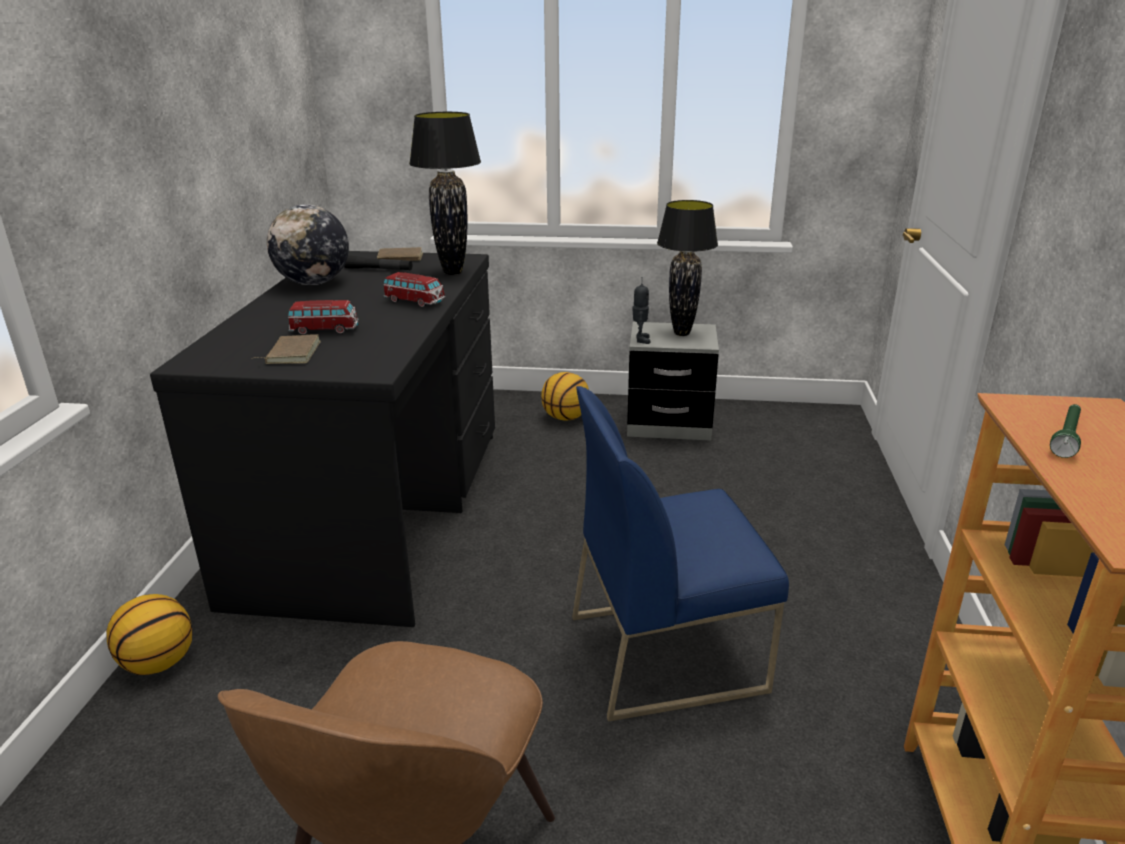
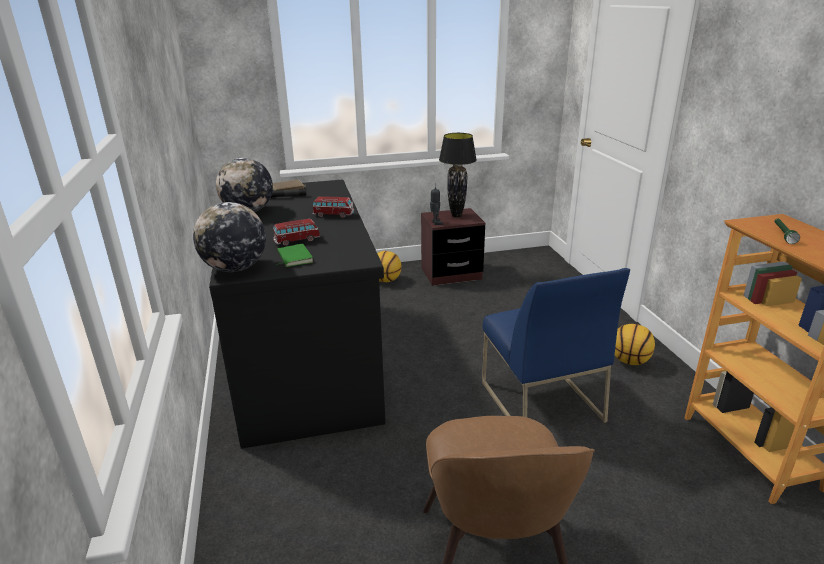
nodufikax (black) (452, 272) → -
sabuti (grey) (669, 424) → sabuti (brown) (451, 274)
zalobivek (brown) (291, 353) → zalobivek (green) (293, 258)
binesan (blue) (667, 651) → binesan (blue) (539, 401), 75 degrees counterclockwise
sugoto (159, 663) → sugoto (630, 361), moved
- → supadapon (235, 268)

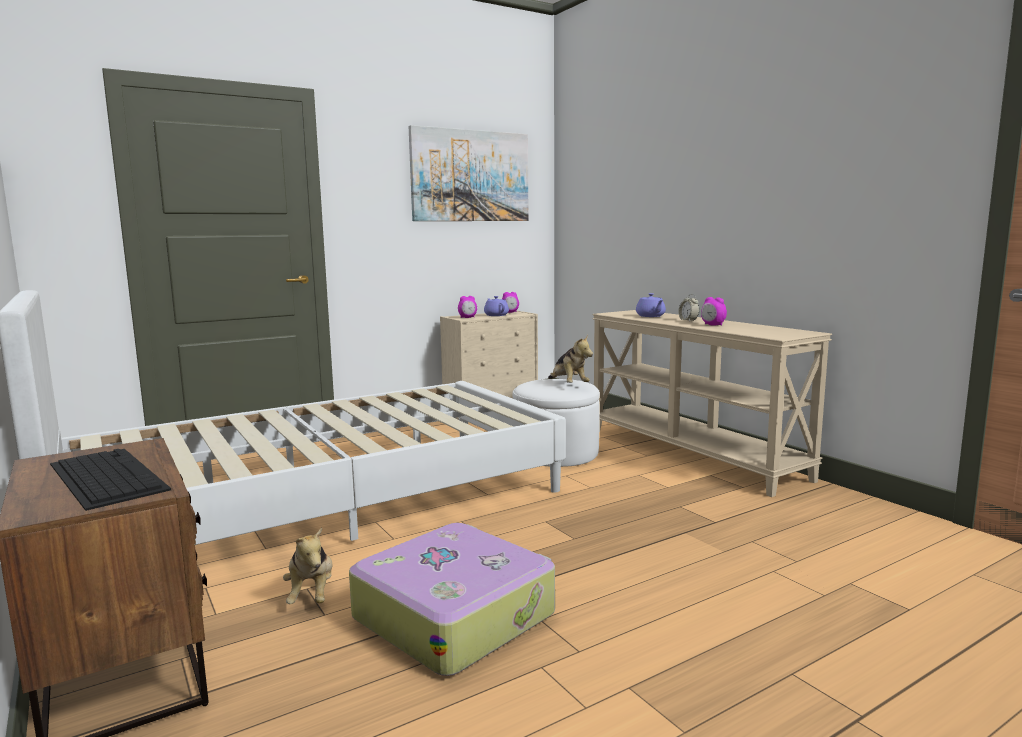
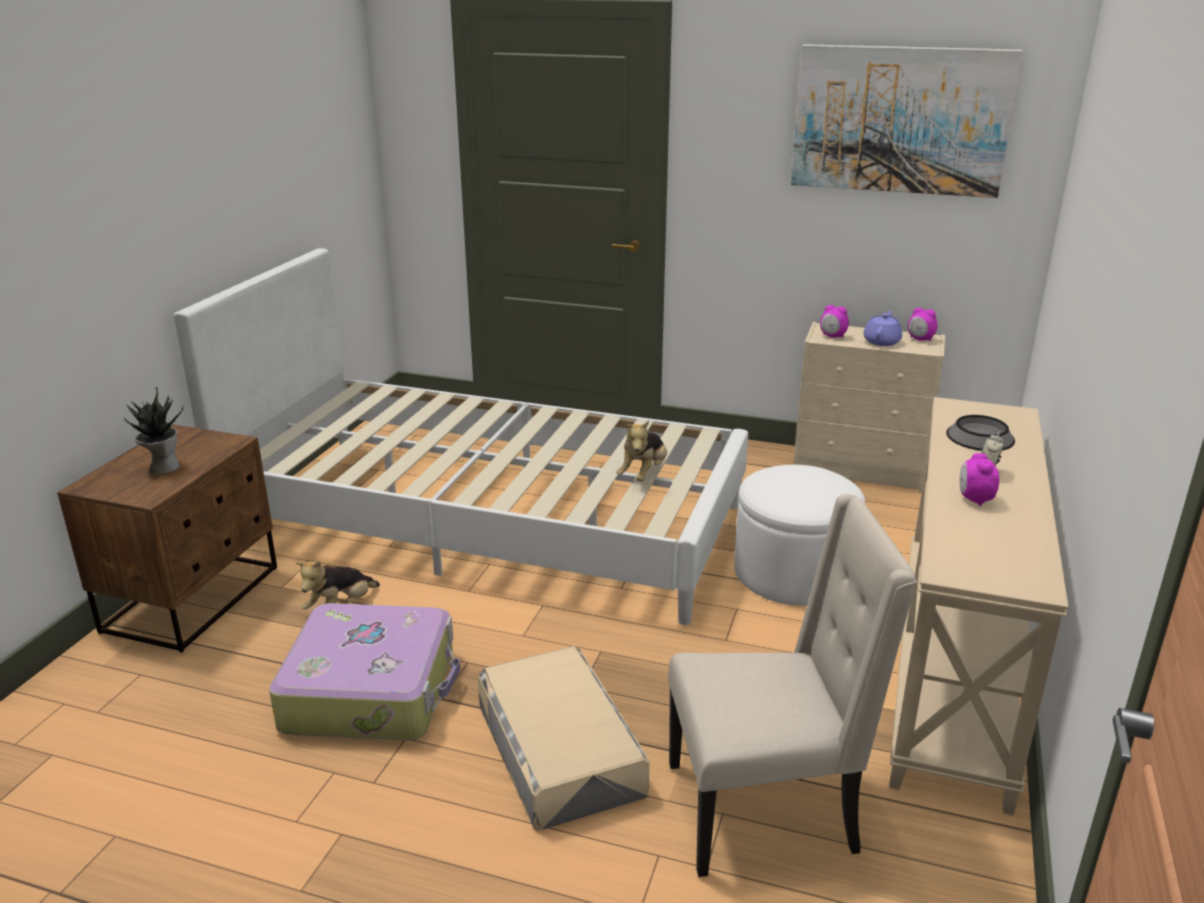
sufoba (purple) (650, 316) → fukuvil (980, 437)
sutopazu (568, 385) → sutopazu (643, 474), moved
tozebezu (106, 476) → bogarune (163, 467)
- → binesan (beige) (765, 809)
- → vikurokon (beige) (560, 749)

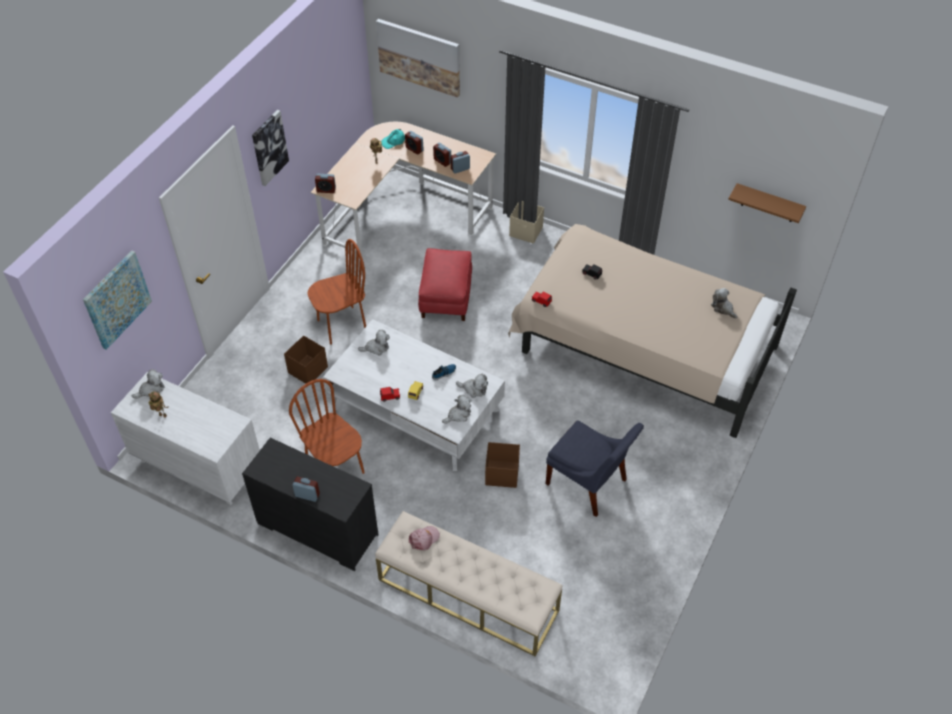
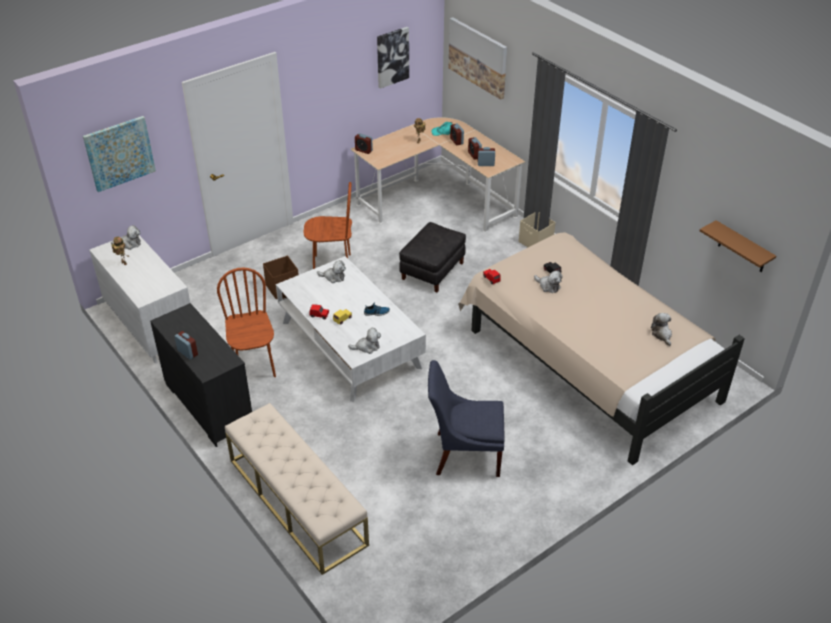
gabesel (269, 147) → gabesel (392, 57), moved
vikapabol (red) (445, 297) → vikapabol (black) (432, 270)
sutopazu (474, 389) → sutopazu (548, 286), moved
binesan (blue) (588, 484) → binesan (blue) (464, 454), 120 degrees clockwise
vikurokon (brown) (501, 474) → -
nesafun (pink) (424, 539) → -

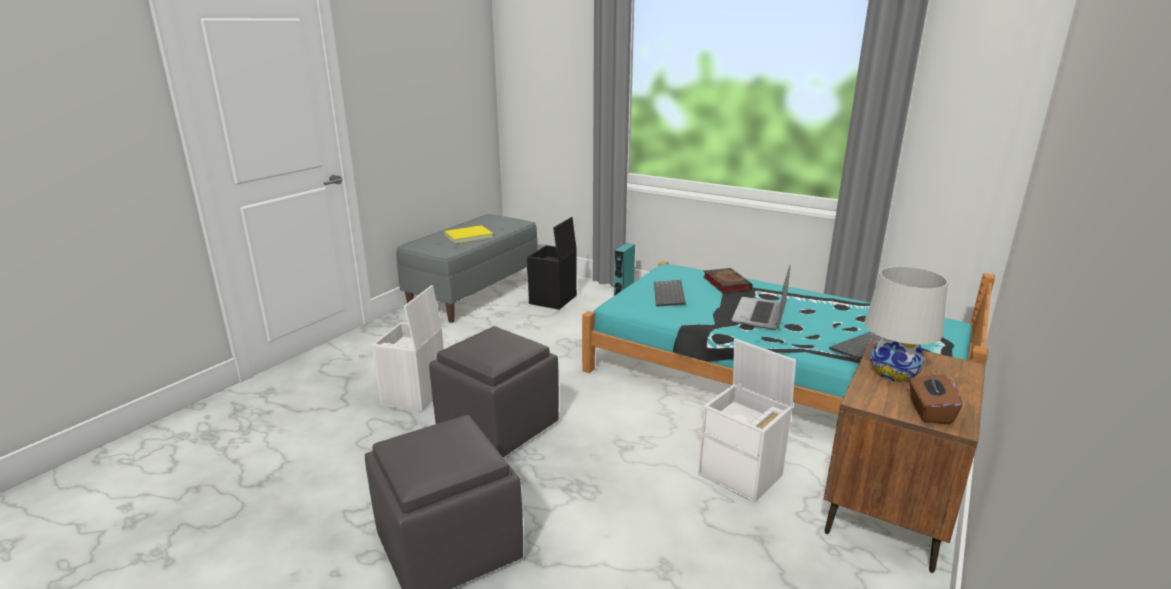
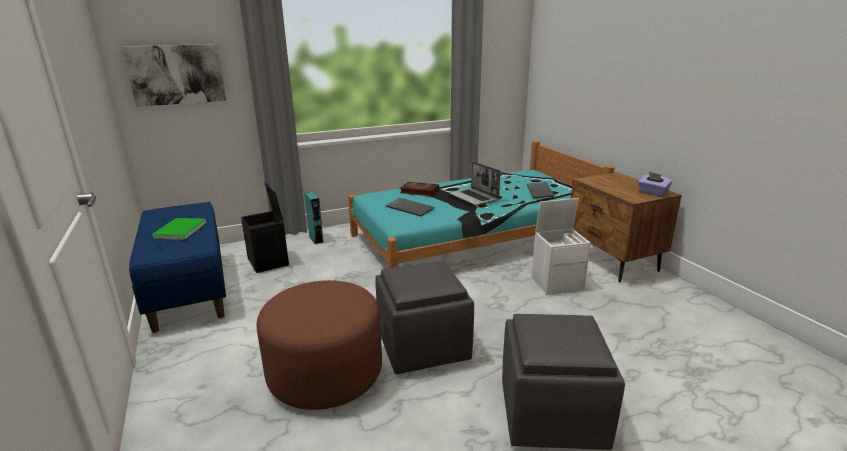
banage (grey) (474, 293) → banage (blue) (188, 289)
zalobivek (yellow) (467, 235) → zalobivek (green) (178, 231)
nodufikax (white) (893, 372) → -
vikurokon (white) (415, 395) → vikapabol (brown) (325, 373)
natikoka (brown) (929, 411) → natikoka (purple) (652, 193)
- → gabesel (177, 74)

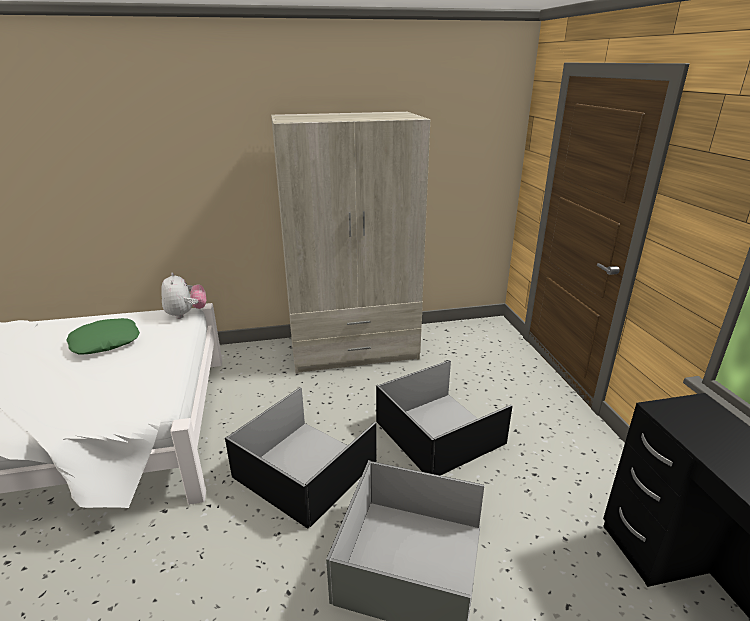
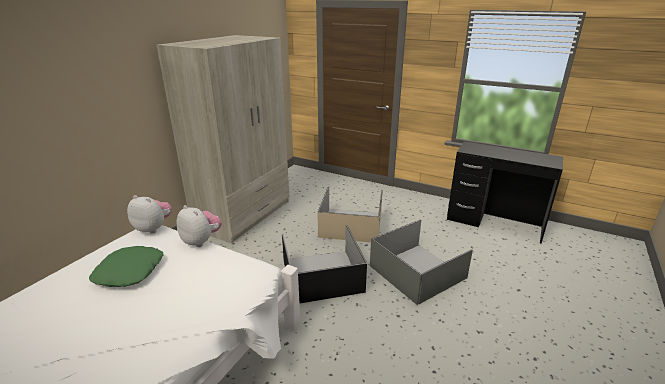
vikurokon (black) (440, 433) → vikurokon (beige) (352, 225)
- → sutopazu (201, 241)

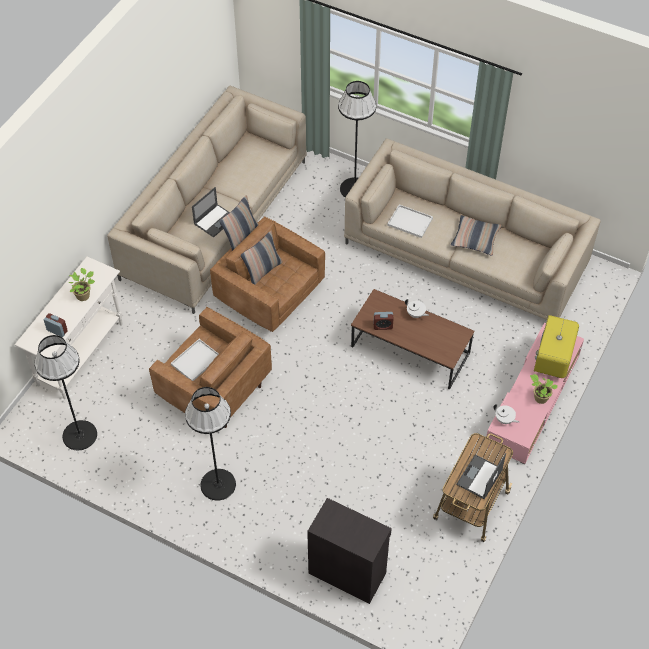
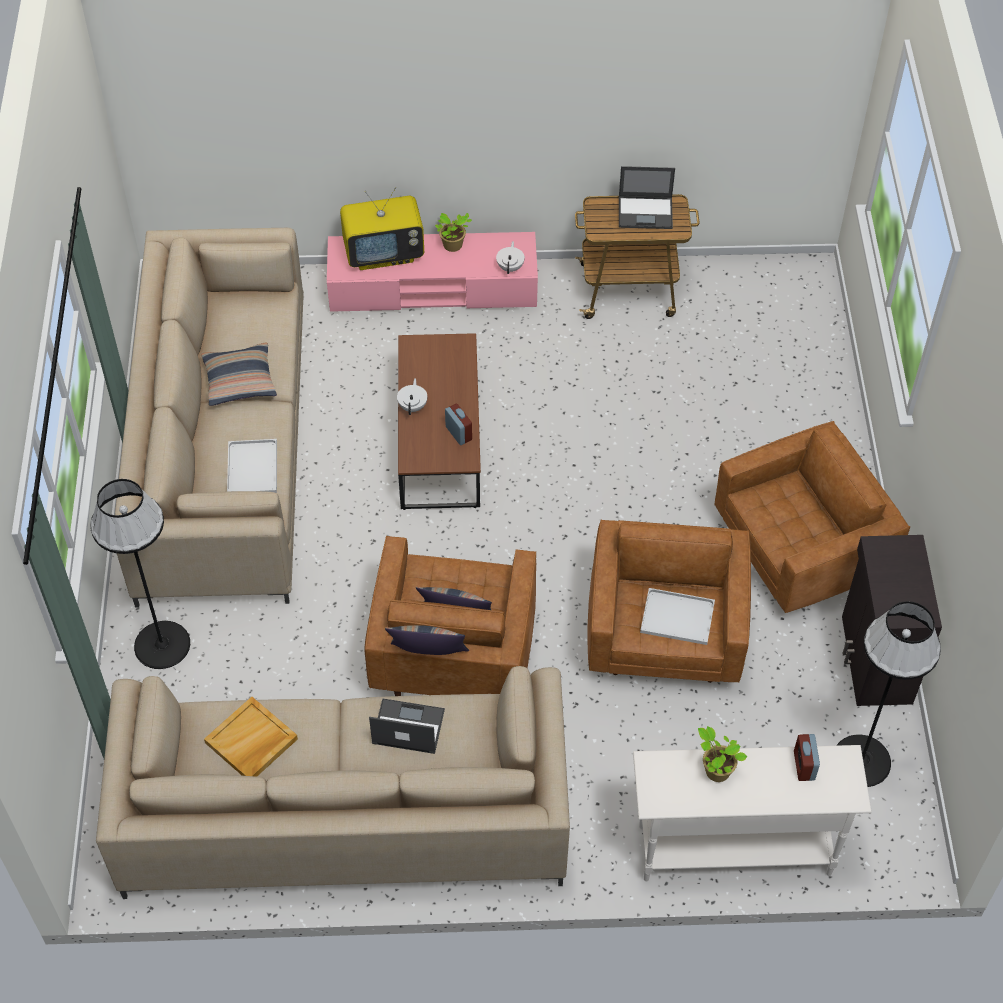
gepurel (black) (218, 484) → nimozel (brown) (801, 551)
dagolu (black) (347, 572) → dagolu (black) (875, 660), moved
- → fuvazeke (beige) (251, 742)

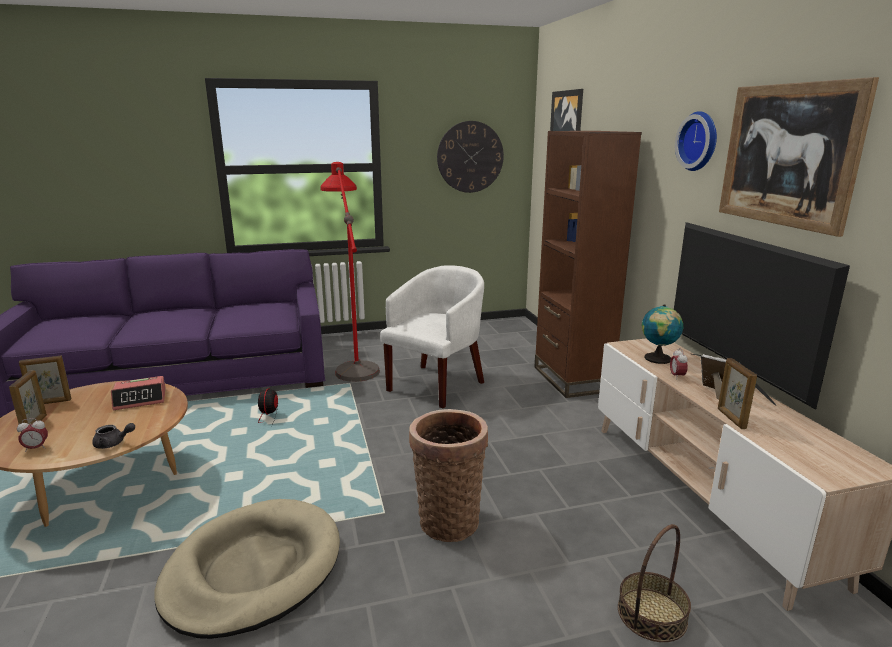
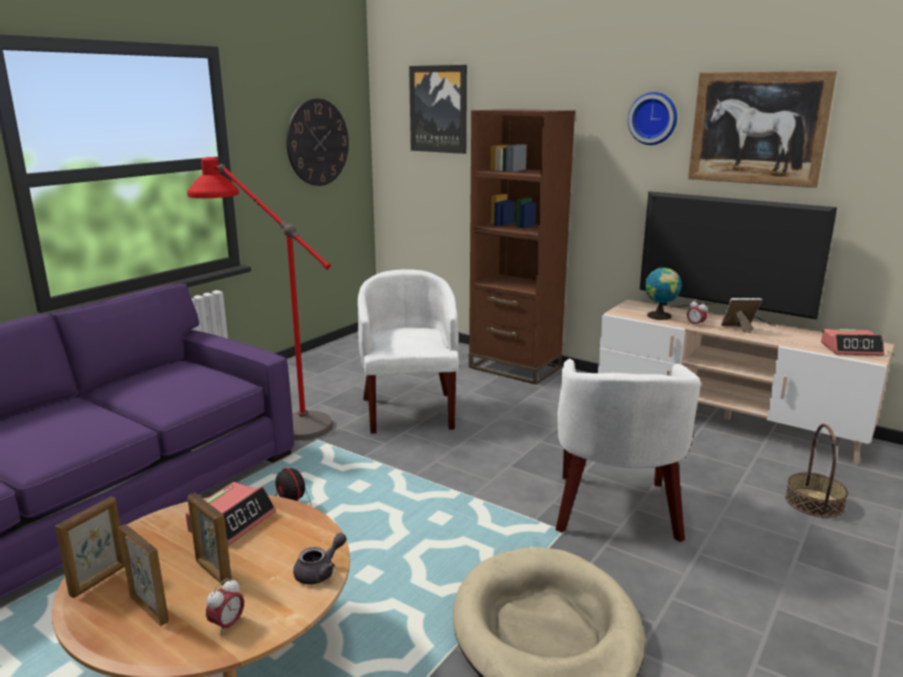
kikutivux (731, 418) → kikutivux (213, 572), moved
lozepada (448, 519) → nimozel (white) (615, 510)
- → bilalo (851, 349)

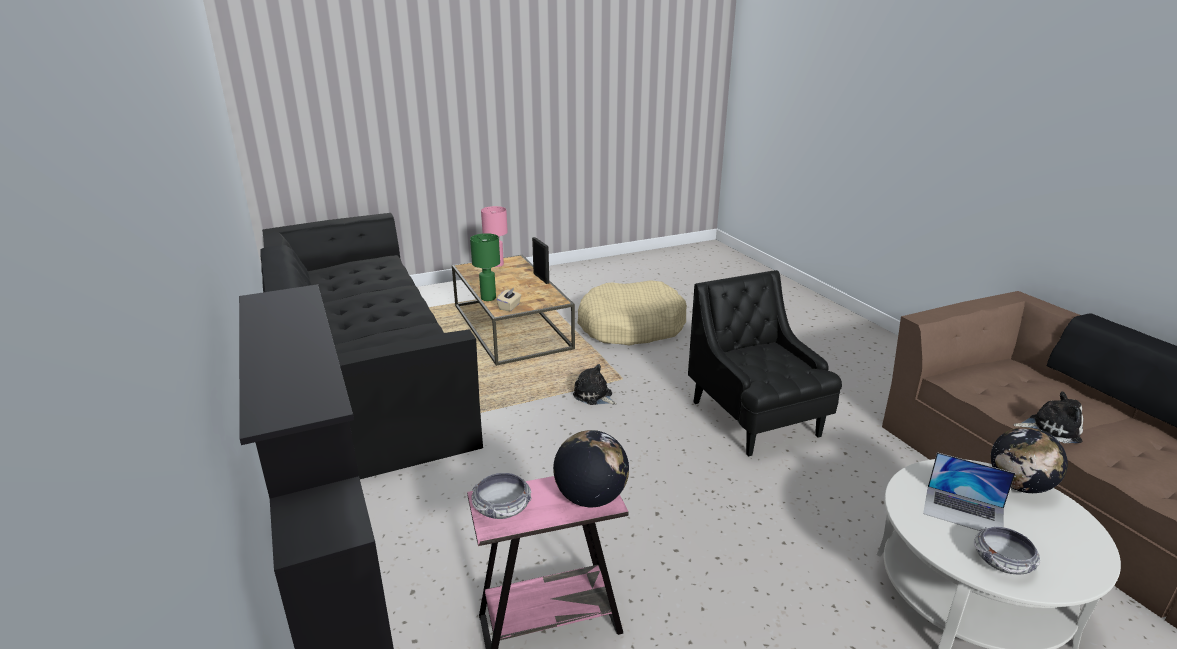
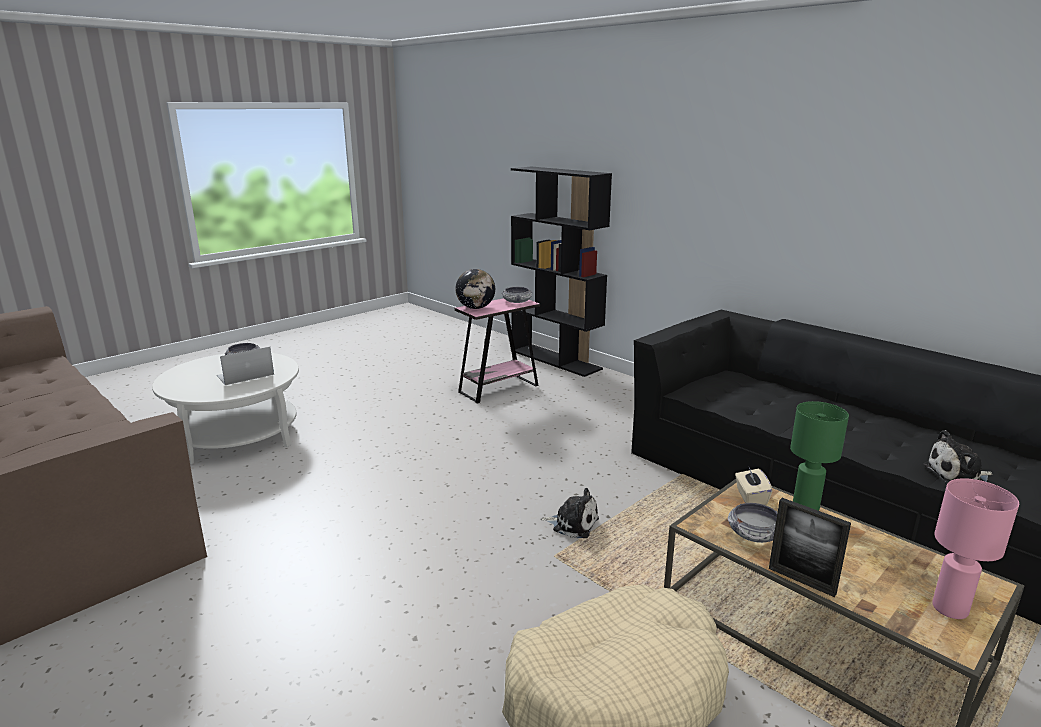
nimozel (black) (755, 419) → -
sutopazu (1050, 429) → sutopazu (958, 476), moved
supadapon (1019, 486) → -
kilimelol (963, 511) → kilimelol (245, 375), 45 degrees counterclockwise
- → fukuvil (754, 534)

